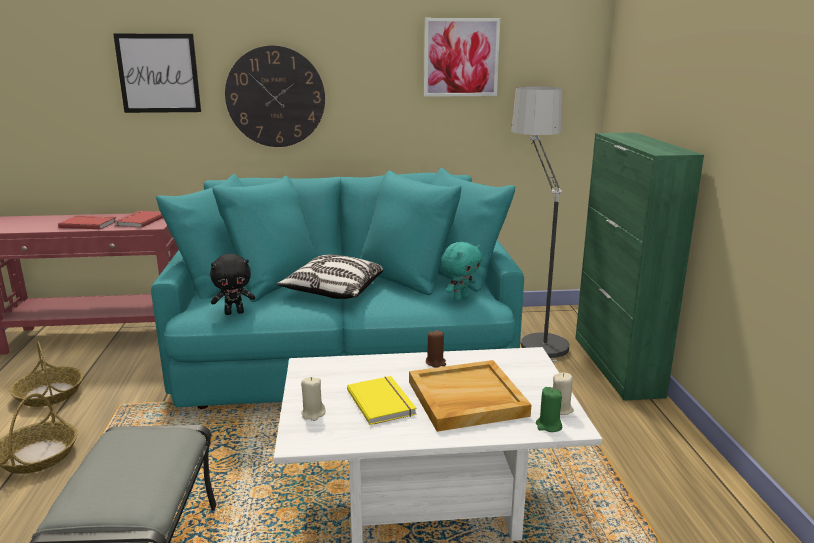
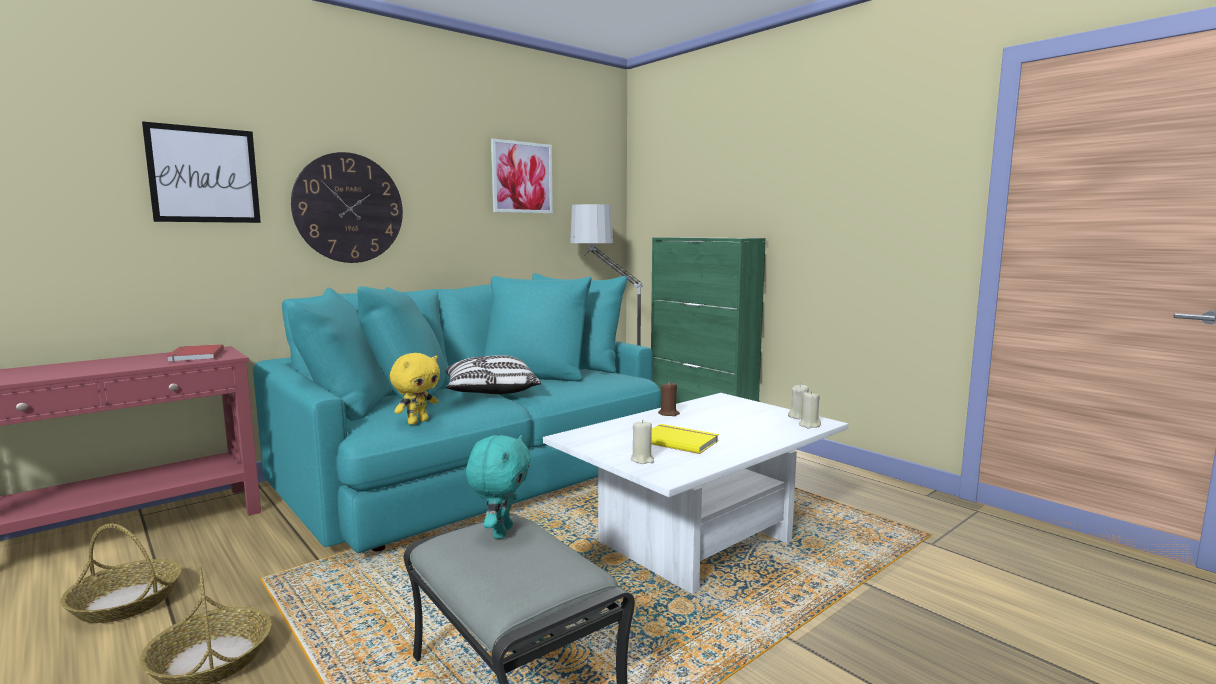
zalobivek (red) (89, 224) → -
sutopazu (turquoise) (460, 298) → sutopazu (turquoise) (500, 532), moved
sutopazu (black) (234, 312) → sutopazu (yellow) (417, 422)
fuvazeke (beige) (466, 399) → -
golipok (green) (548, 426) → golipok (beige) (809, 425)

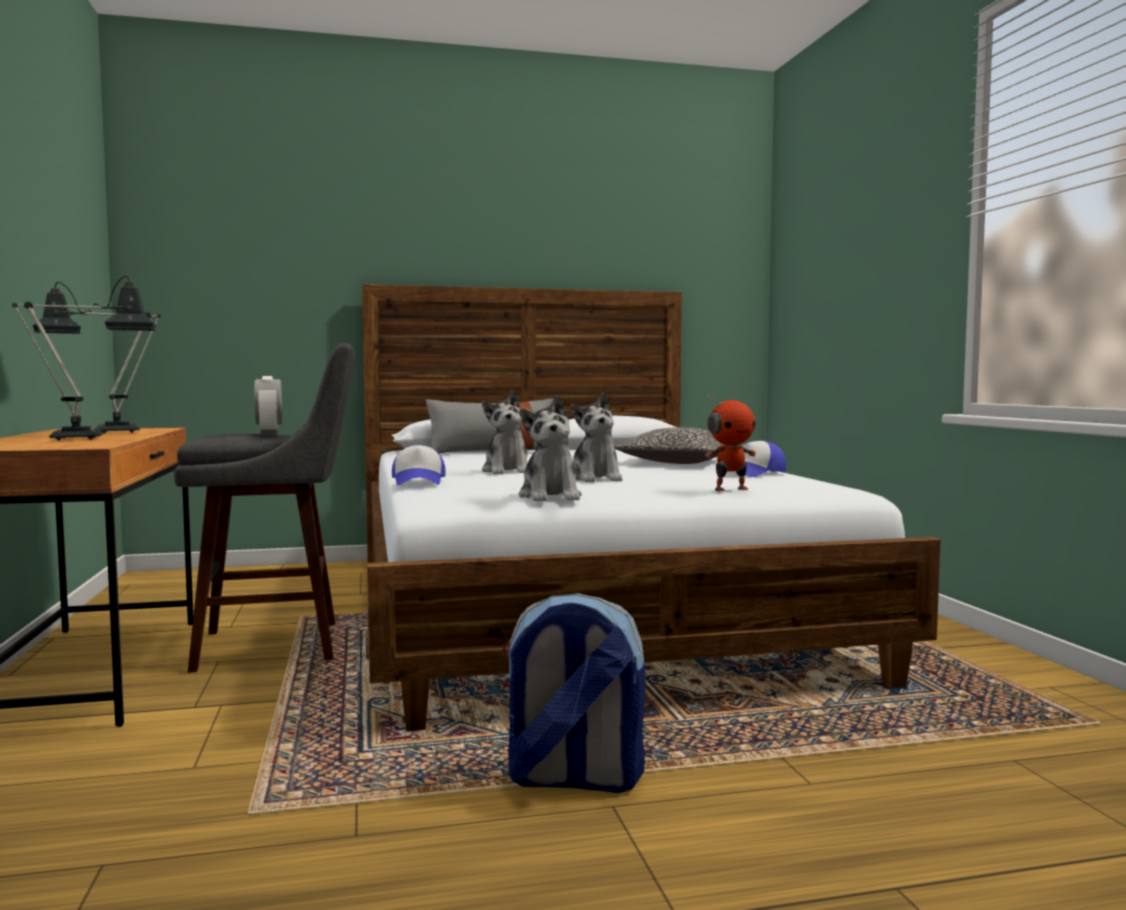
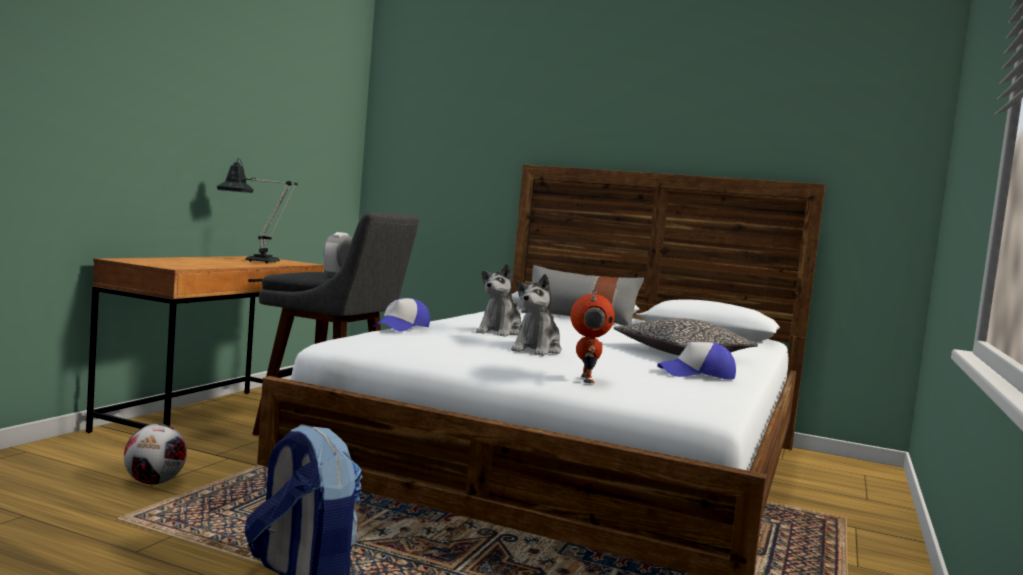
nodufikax (91, 438) → -
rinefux (730, 489) → rinefux (585, 379), 105 degrees counterclockwise
sutopazu (551, 496) → -
- → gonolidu (155, 482)

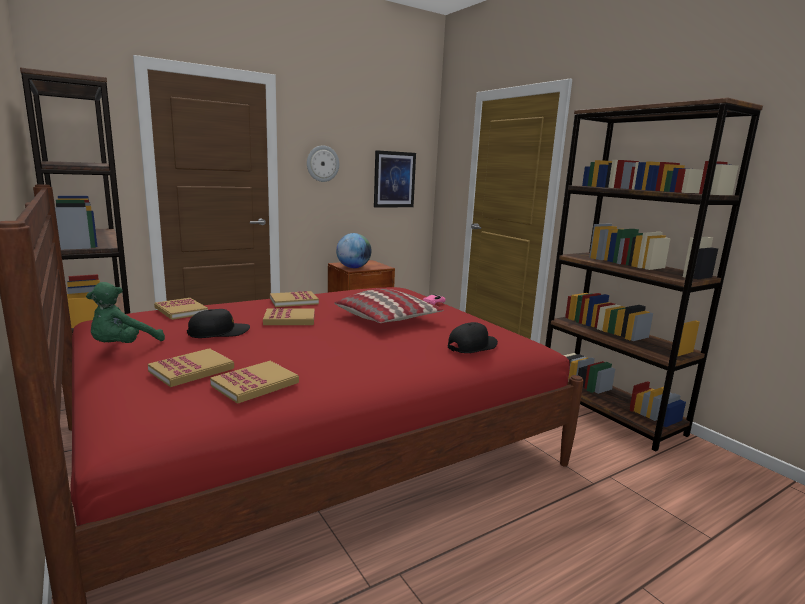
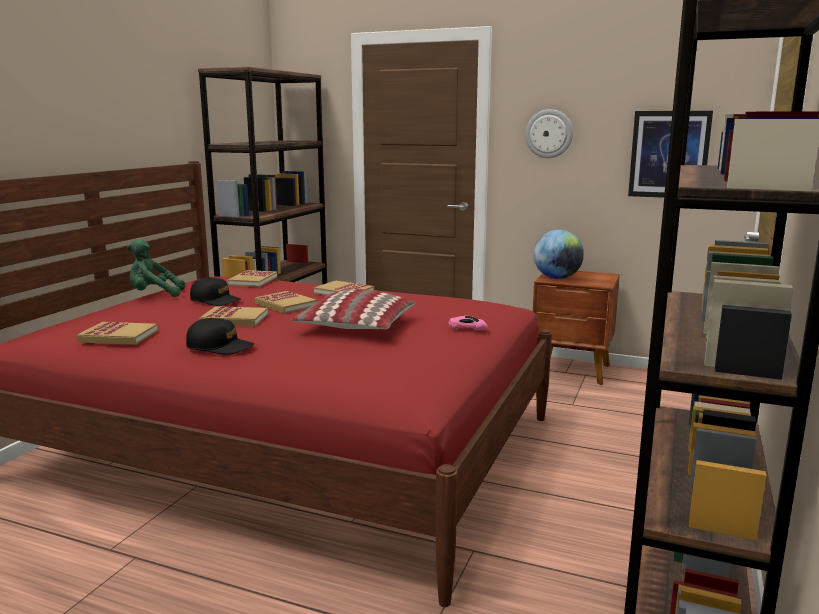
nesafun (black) (472, 346) → nesafun (black) (220, 347), moved
zalobivek (192, 370) → zalobivek (234, 319), moved

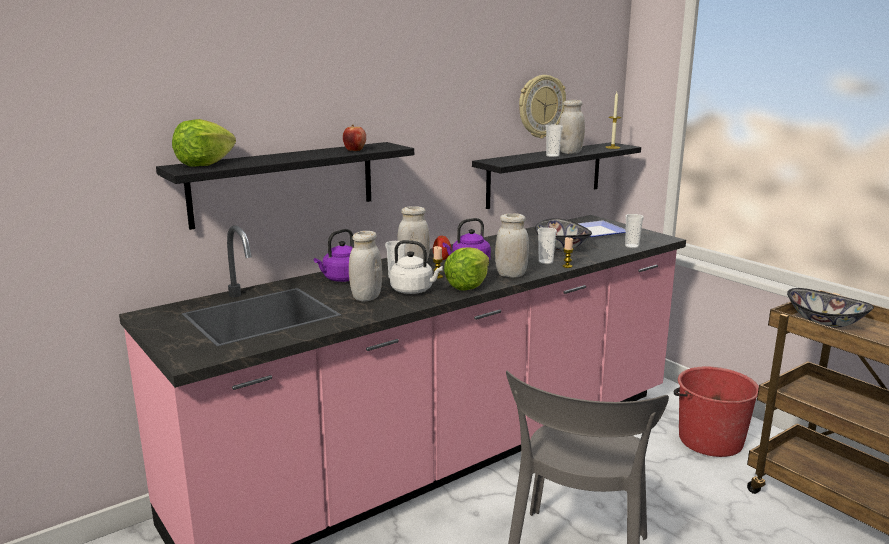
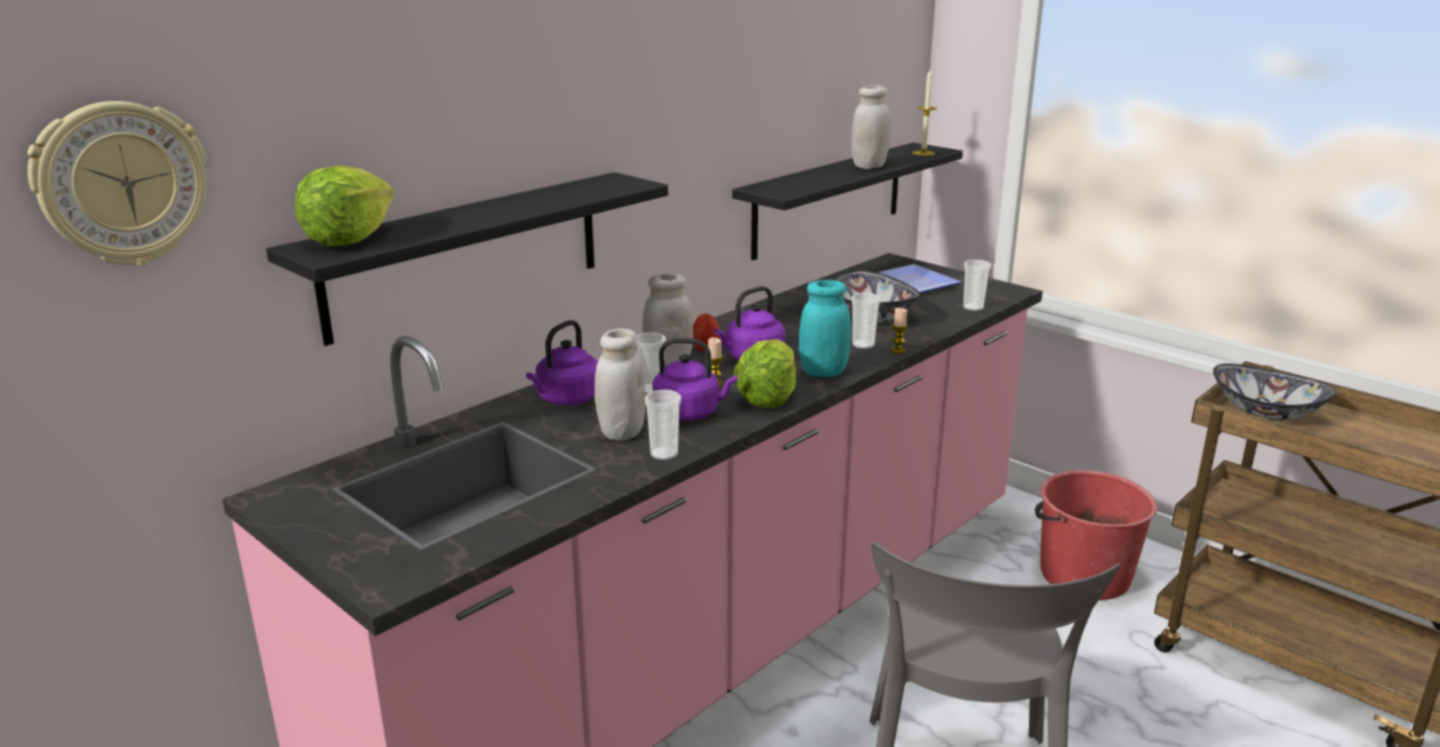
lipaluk (540, 106) → lipaluk (122, 184), moved
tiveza (355, 150) → -
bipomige (552, 156) → bipomige (664, 454), moved
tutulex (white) (511, 275) → tutulex (turquoise) (823, 372)
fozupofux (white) (414, 290) → fozupofux (purple) (690, 413)

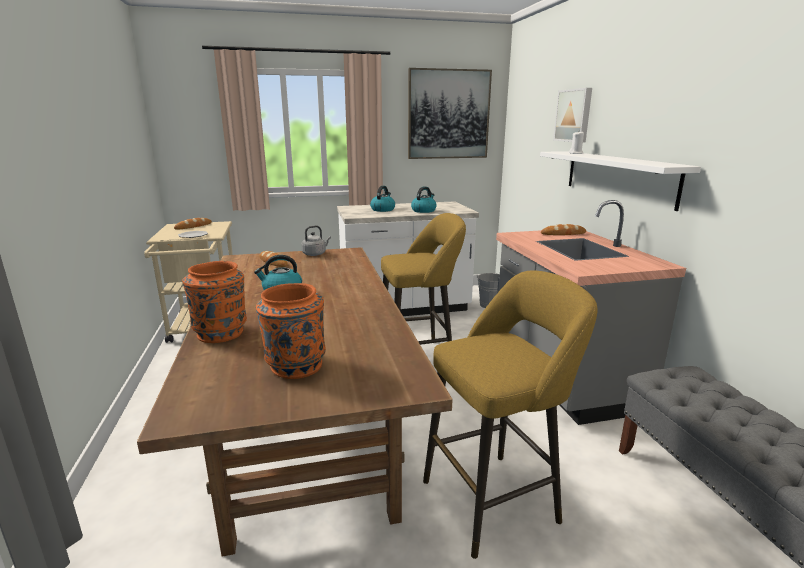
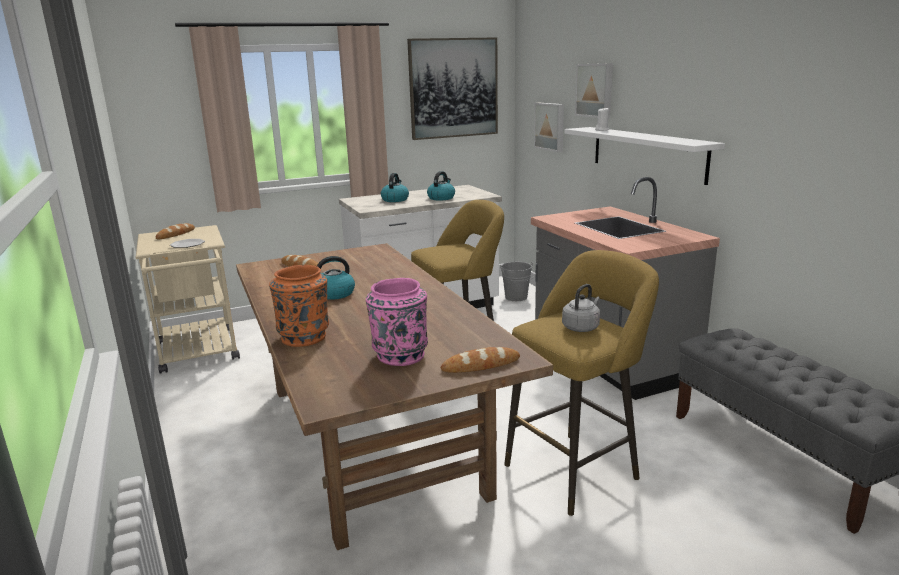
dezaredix (563, 233) → dezaredix (480, 365), moved
fozupofux (grey) (315, 254) → fozupofux (grey) (581, 327), moved
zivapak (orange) (295, 366) → zivapak (pink) (400, 356)
- → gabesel (550, 126)

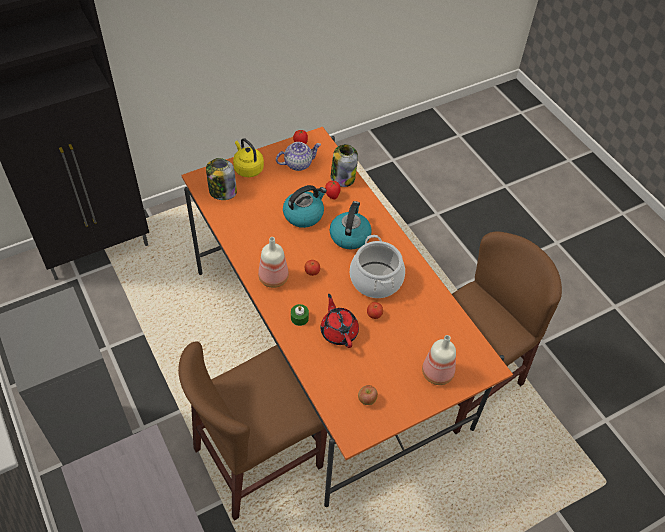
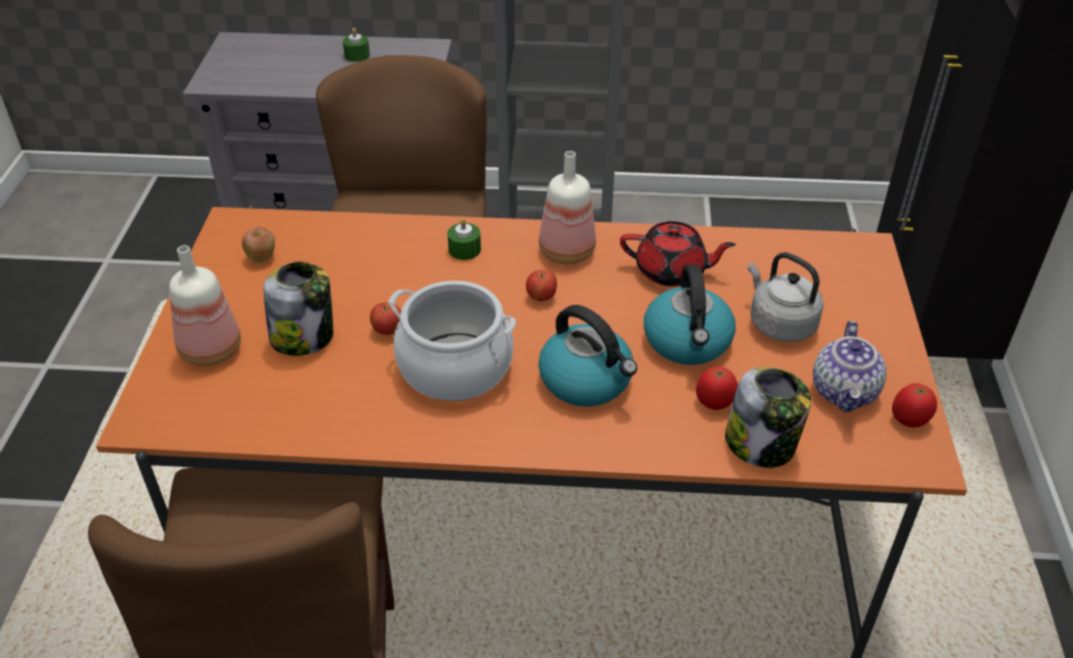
fozupofux (yellow) (247, 168) → -
tutulex (222, 191) → tutulex (304, 337), moved
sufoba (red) (339, 331) → sufoba (red) (672, 271), moved
- → golipok (green) (357, 55)
- → fozupofux (grey) (779, 323)

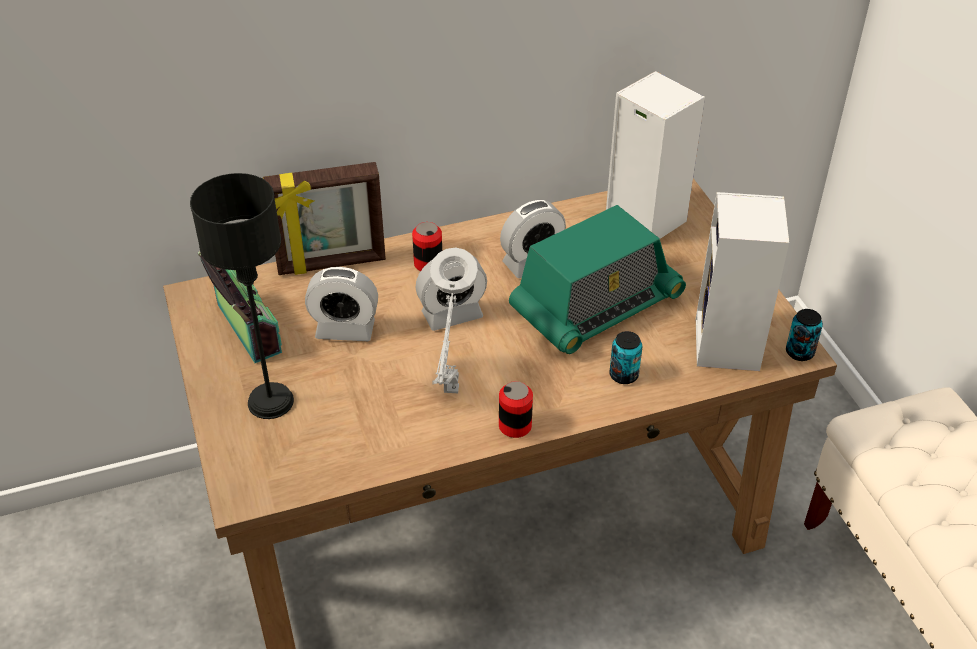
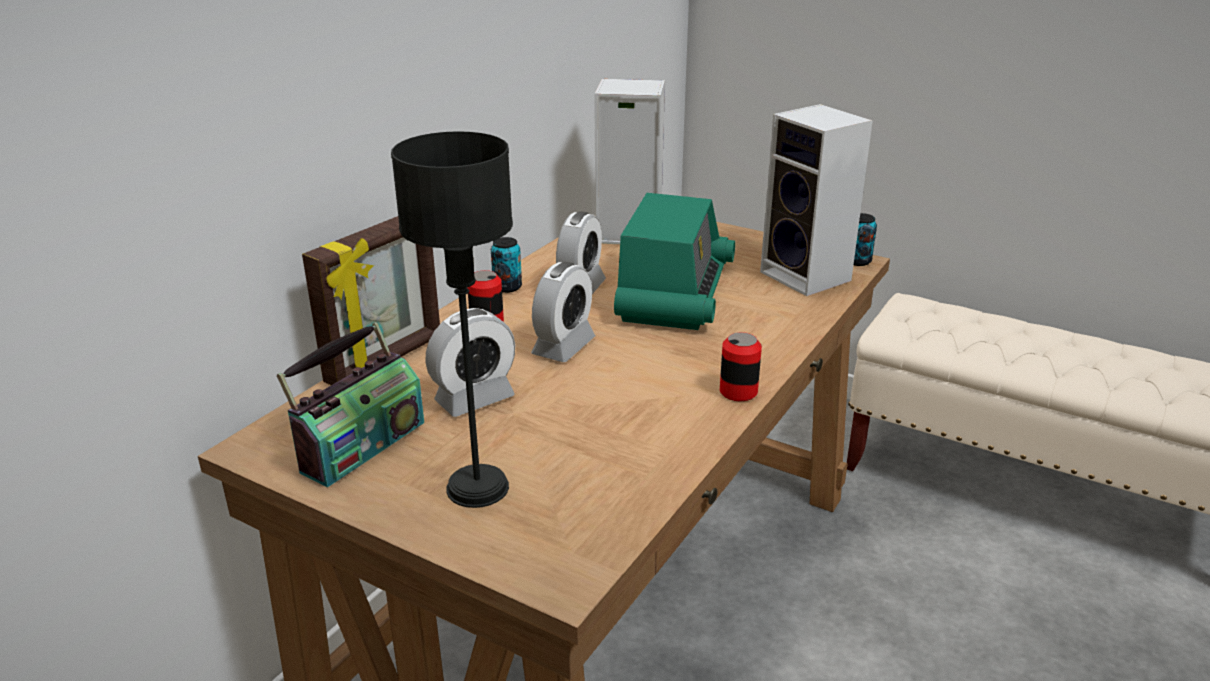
nodufikax (grey) (451, 394) → -
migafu (246, 329) → migafu (361, 445), 105 degrees clockwise
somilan (623, 375) → somilan (507, 287), moved

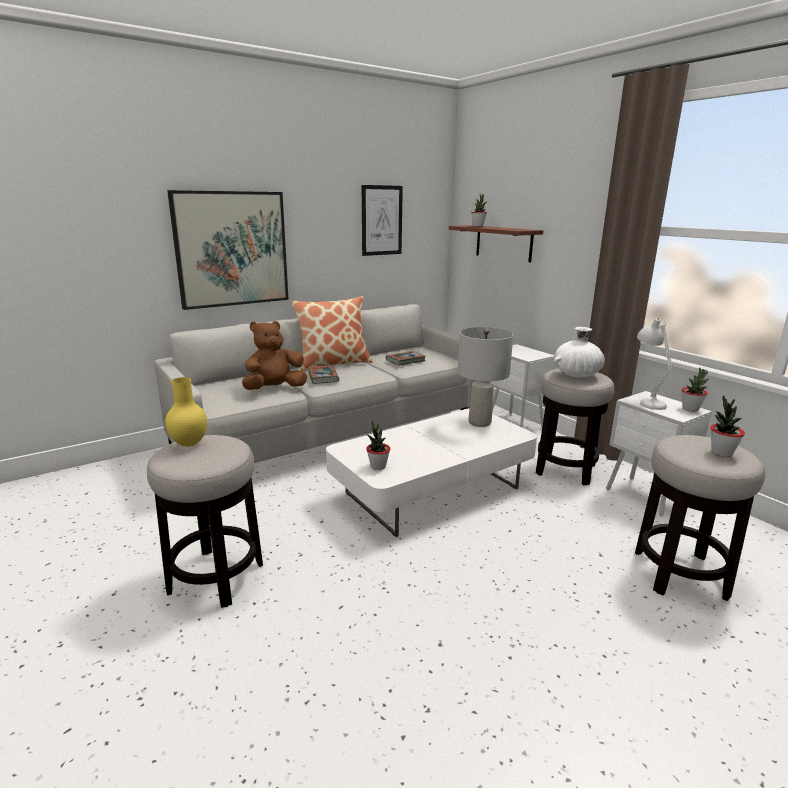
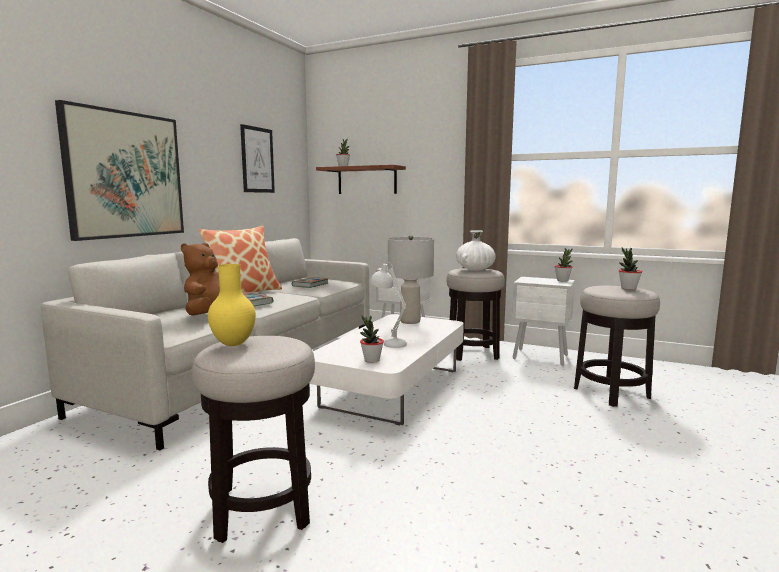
nodufikax (white) (646, 401) → nodufikax (white) (388, 342), moved

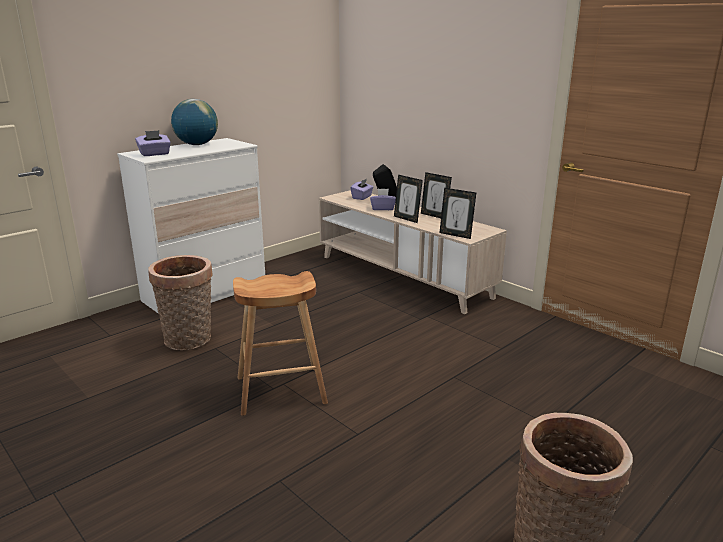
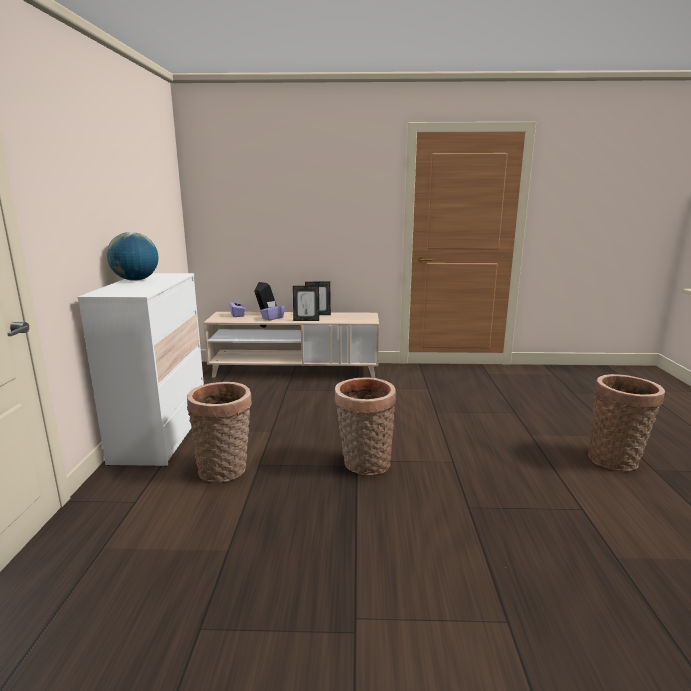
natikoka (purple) (155, 154) → -
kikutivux (456, 235) → -
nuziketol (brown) (281, 390) → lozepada (364, 464)

